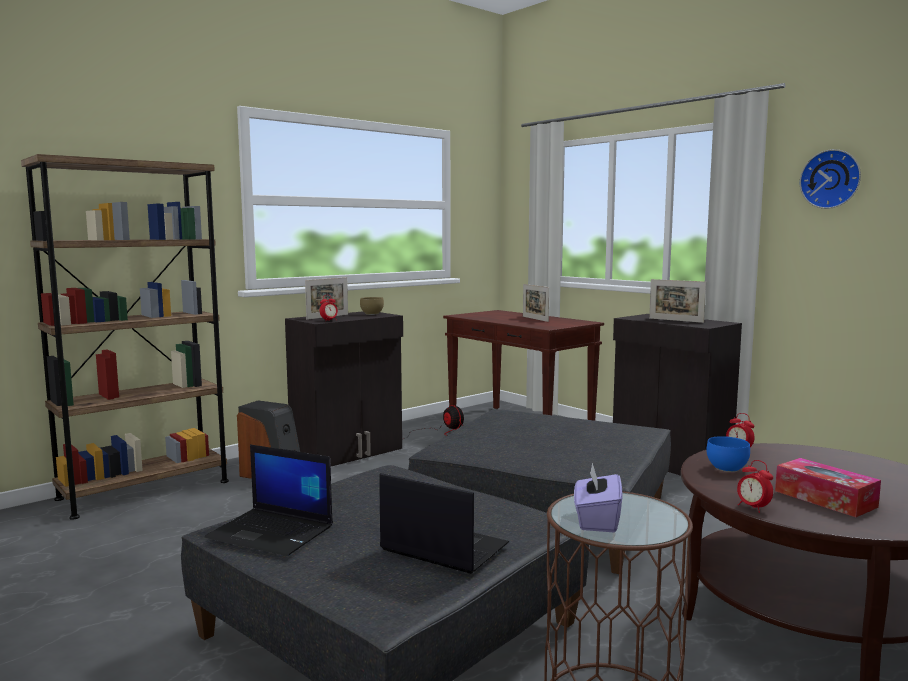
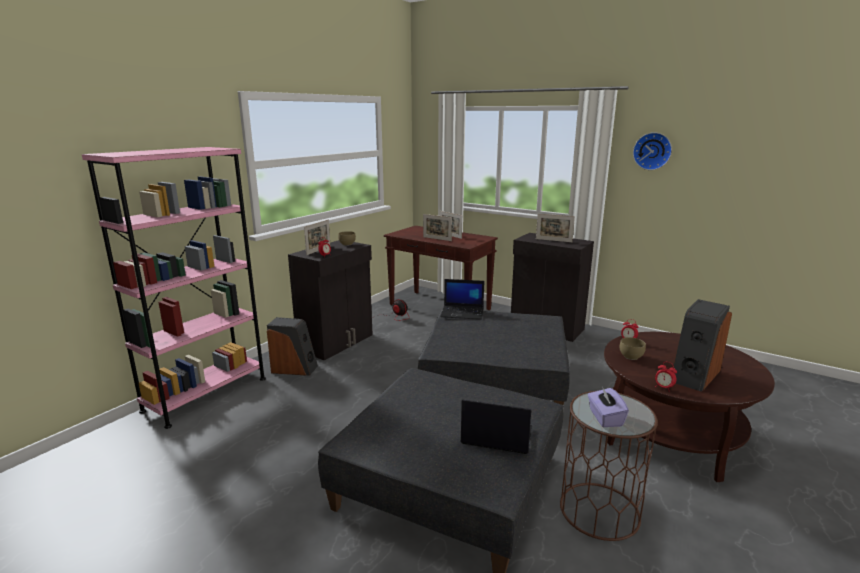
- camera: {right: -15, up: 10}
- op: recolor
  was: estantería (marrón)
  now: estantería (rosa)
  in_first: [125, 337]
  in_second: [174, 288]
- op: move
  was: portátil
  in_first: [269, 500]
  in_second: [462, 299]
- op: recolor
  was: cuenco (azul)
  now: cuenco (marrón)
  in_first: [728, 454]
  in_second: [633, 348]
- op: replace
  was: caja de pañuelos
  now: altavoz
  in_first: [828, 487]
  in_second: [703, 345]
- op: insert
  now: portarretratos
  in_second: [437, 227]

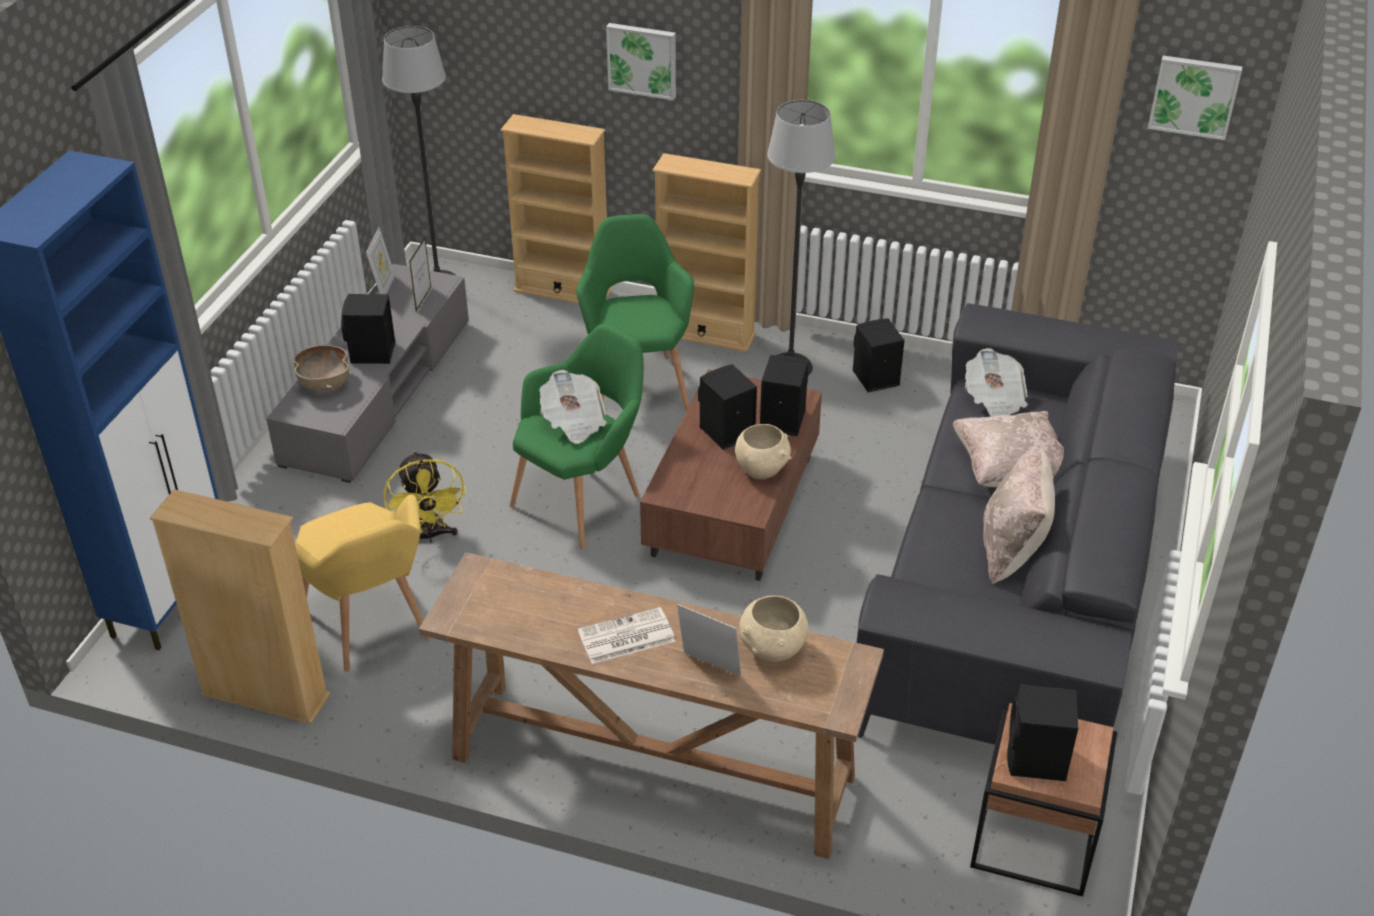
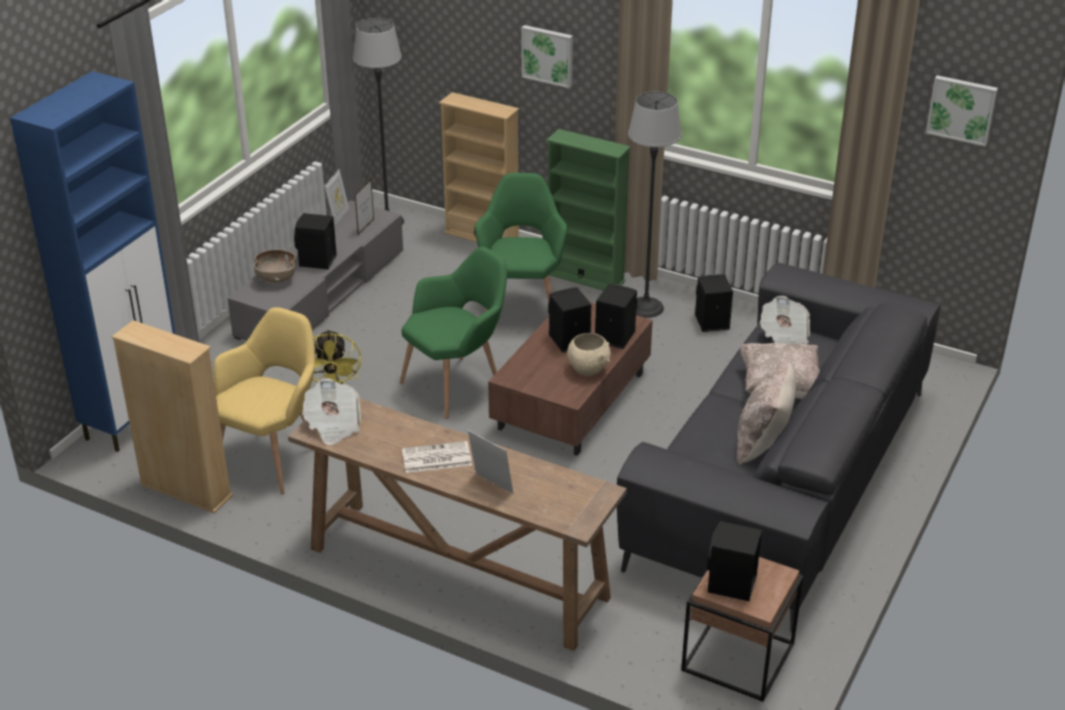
- camera: {right: 10, up: -5}
- op: rotate
  was: sillón (amarillo)
  in_first: [362, 583]
  in_second: [264, 401]
  clockwise: -135
- op: move
  was: periódico
  in_first: [573, 407]
  in_second: [331, 412]
- op: recolor
  was: estantería (beis)
  now: estantería (verde)
  in_first: [707, 252]
  in_second: [588, 210]
- op: delete
  was: cuenco (beis)
  in_first: [773, 628]

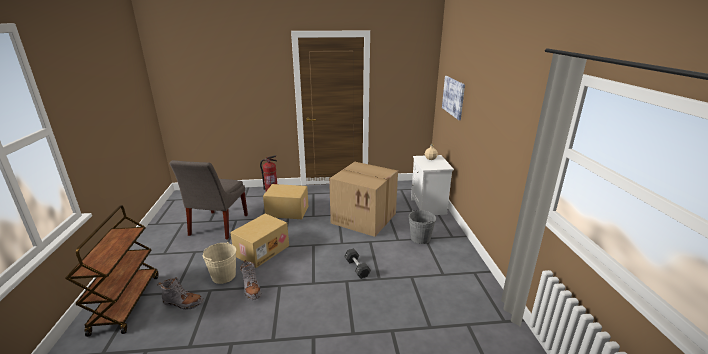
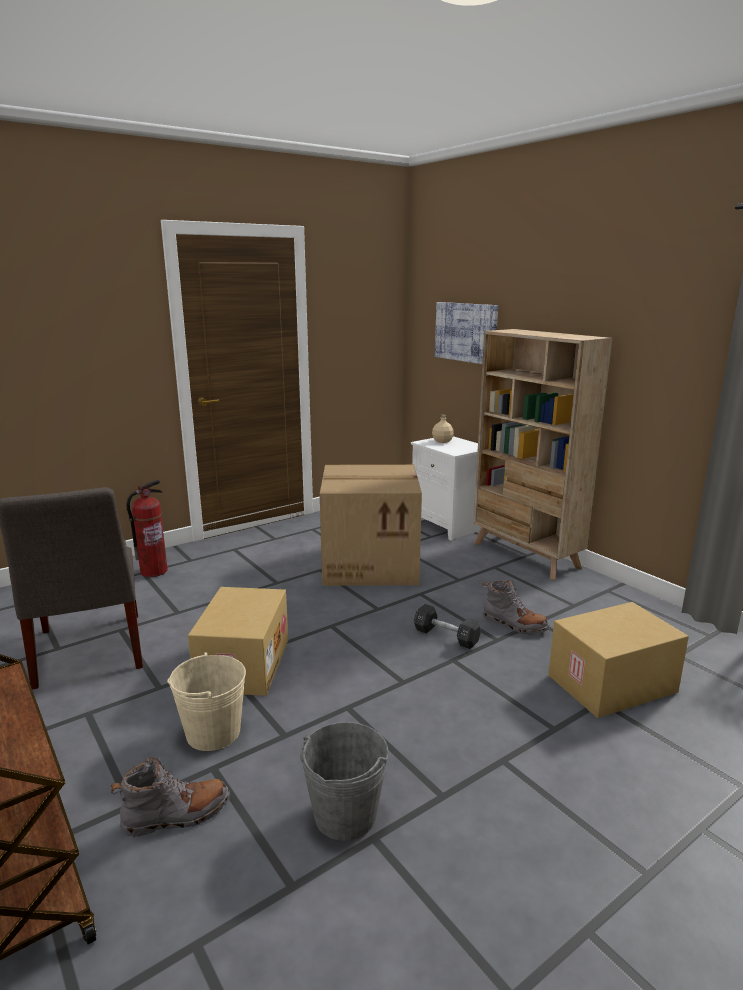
- camera: {right: -30, up: -5}
- op: move
  was: bota (gris)
  in_first: [251, 280]
  in_second: [516, 607]
- op: move
  was: caja de cartón
  in_first: [285, 201]
  in_second: [618, 660]
- op: move
  was: cubo (gris)
  in_first: [422, 227]
  in_second: [344, 781]
- op: insert
  now: estantería (beis)
  in_second: [543, 454]

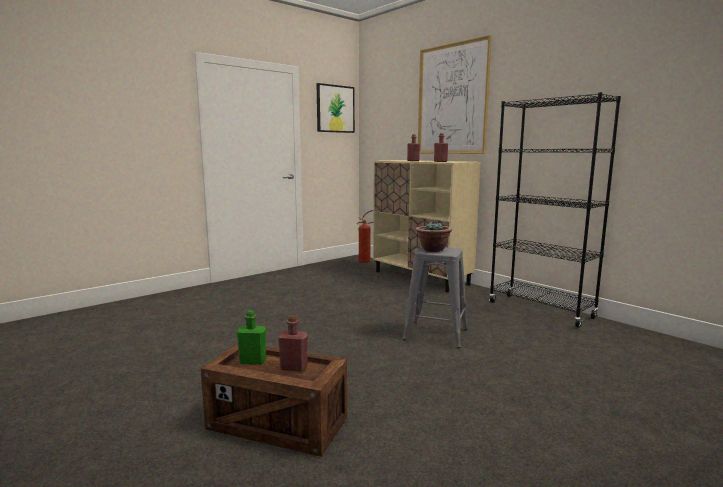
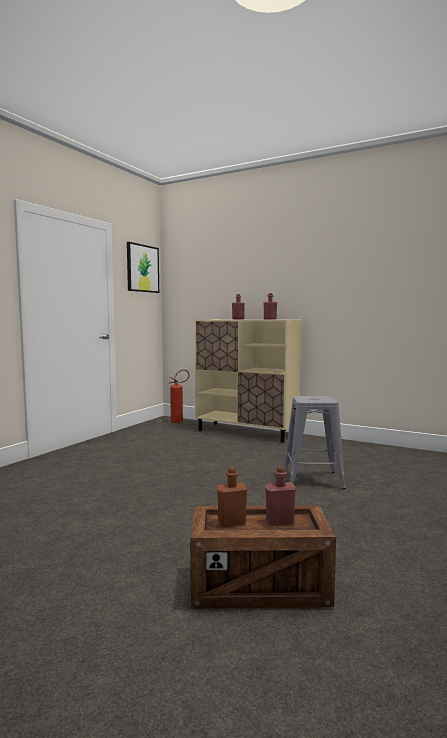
- camera: {right: -20, up: -5}
- op: recolor
  was: botella (verde)
  now: botella (marrón)
  in_first: [251, 337]
  in_second: [232, 497]
- op: delete
  was: planta en maceta
  in_first: [434, 236]
- op: delete
  was: cuadro
  in_first: [455, 94]
- op: delete
  was: estantería (negro)
  in_first: [555, 210]

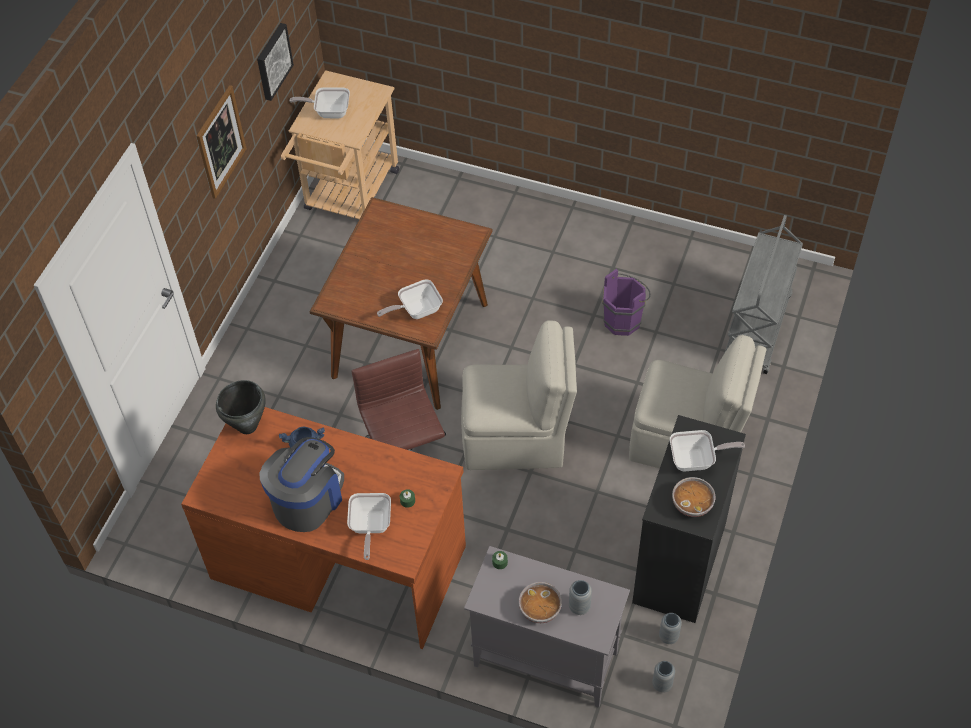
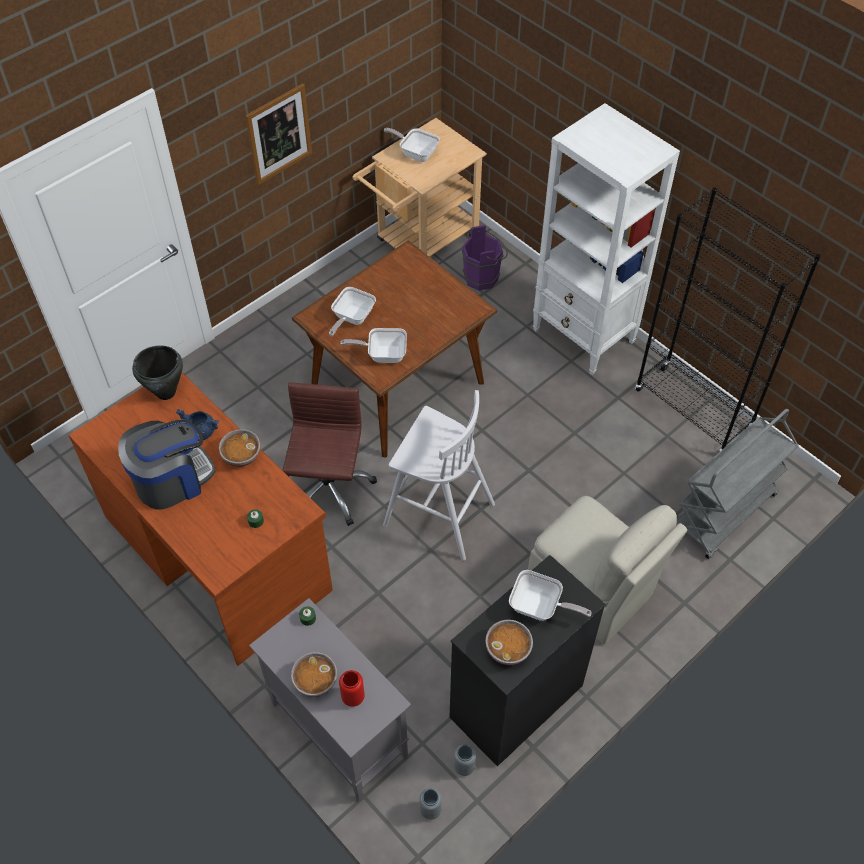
- camera: {right: 25, up: 0}
- op: delete
  was: cuadro
  in_first: [275, 62]
- op: move
  was: sartén
  in_first: [369, 526]
  in_second: [352, 311]
- op: replace
  was: silla (beis)
  now: taburete (blanco)
  in_first: [519, 395]
  in_second: [439, 475]
- op: recolor
  was: florero (gris)
  now: florero (rojo)
  in_first: [580, 597]
  in_second: [352, 688]
- op: move
  was: cubo (morado)
  in_first: [627, 302]
  in_second: [485, 258]
- op: insert
  now: cuenco
  in_second: [239, 448]
- op: insert
  now: estantería (blanco)
  in_second: [606, 239]
- op: insert
  now: estantería (negro)
  in_second: [728, 319]

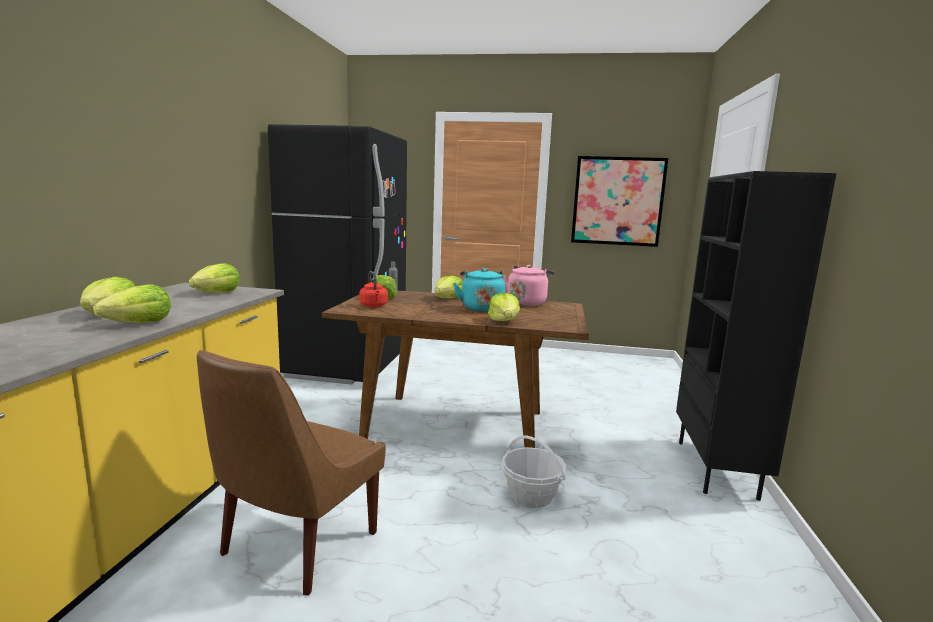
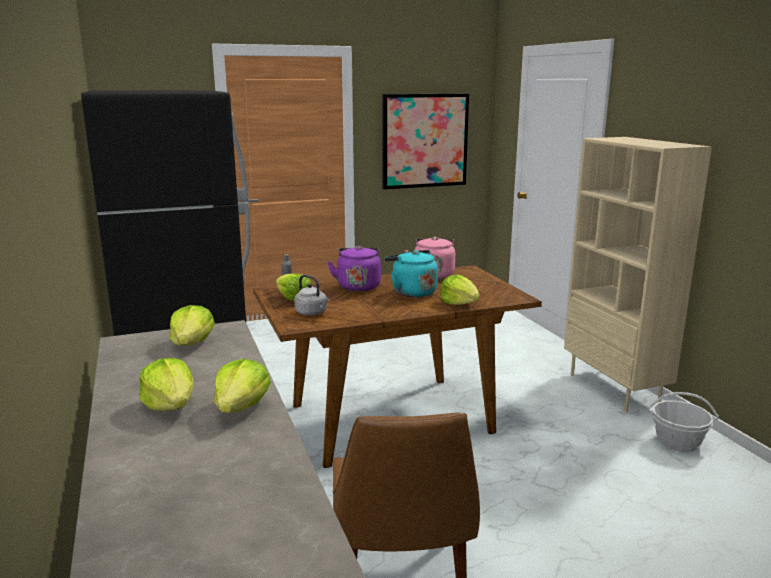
- camera: {right: -30, up: 5}
- op: recolor
  was: hervidor (rojo)
  now: hervidor (gris)
  in_first: [373, 289]
  in_second: [311, 295]
- op: replace
  was: lechuga
  now: hervidor (morado)
  in_first: [449, 286]
  in_second: [354, 268]
- op: move
  was: cesta
  in_first: [534, 471]
  in_second: [683, 422]
- op: recolor
  was: estantería (negro)
  now: estantería (beis)
  in_first: [756, 336]
  in_second: [638, 274]

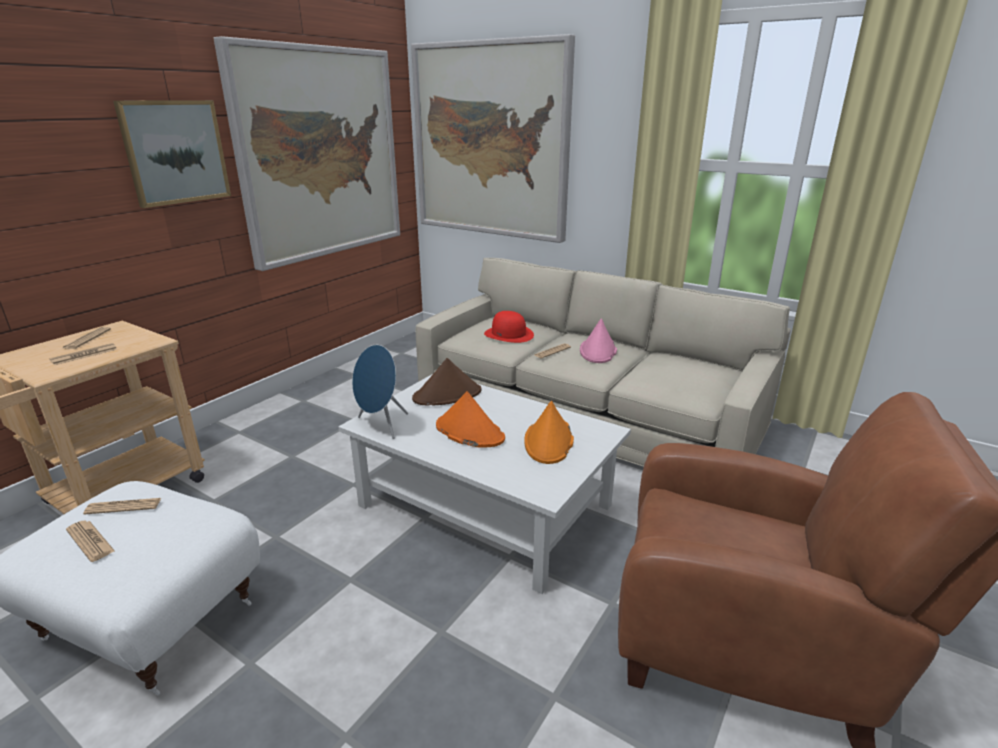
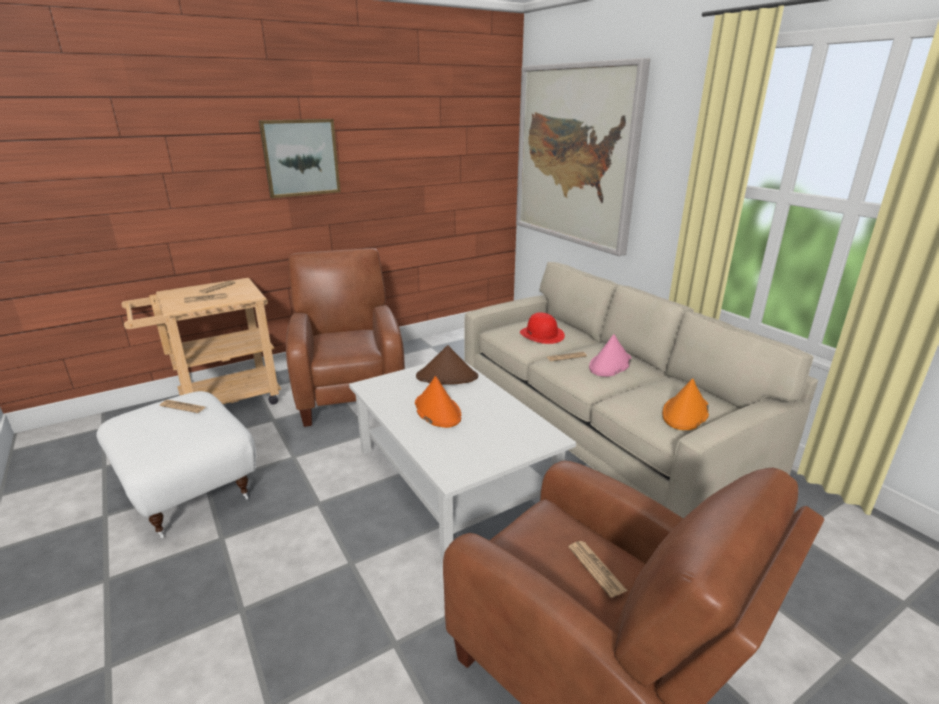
- camera: {right: 25, up: 0}
- op: move
  was: periódico
  in_first: [90, 541]
  in_second: [597, 569]
- op: delete
  was: cuadro
  in_first: [306, 153]
- op: delete
  was: altavoz (azul)
  in_first: [380, 392]
- op: move
  was: sombrero (naranja)
  in_first: [549, 432]
  in_second: [685, 404]
- op: insert
  now: sillón (marrón)
  in_second: [345, 337]

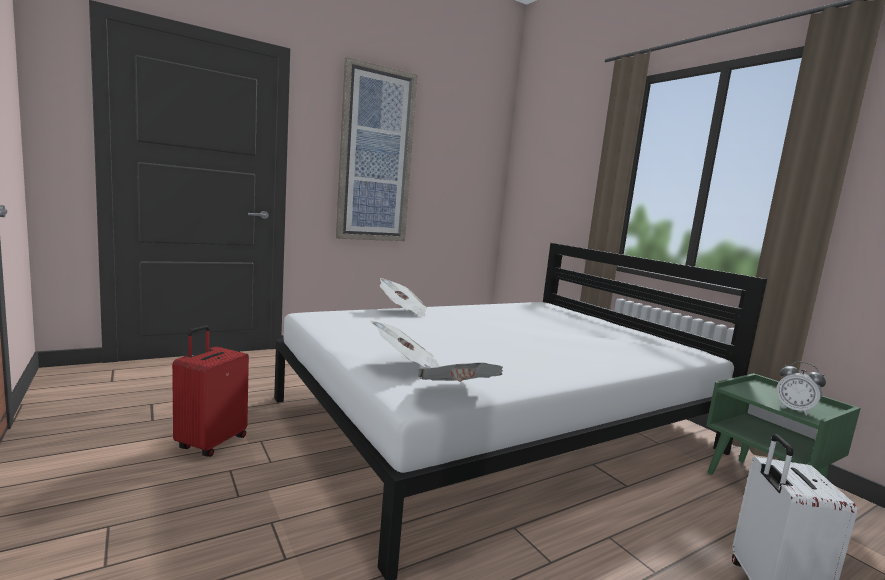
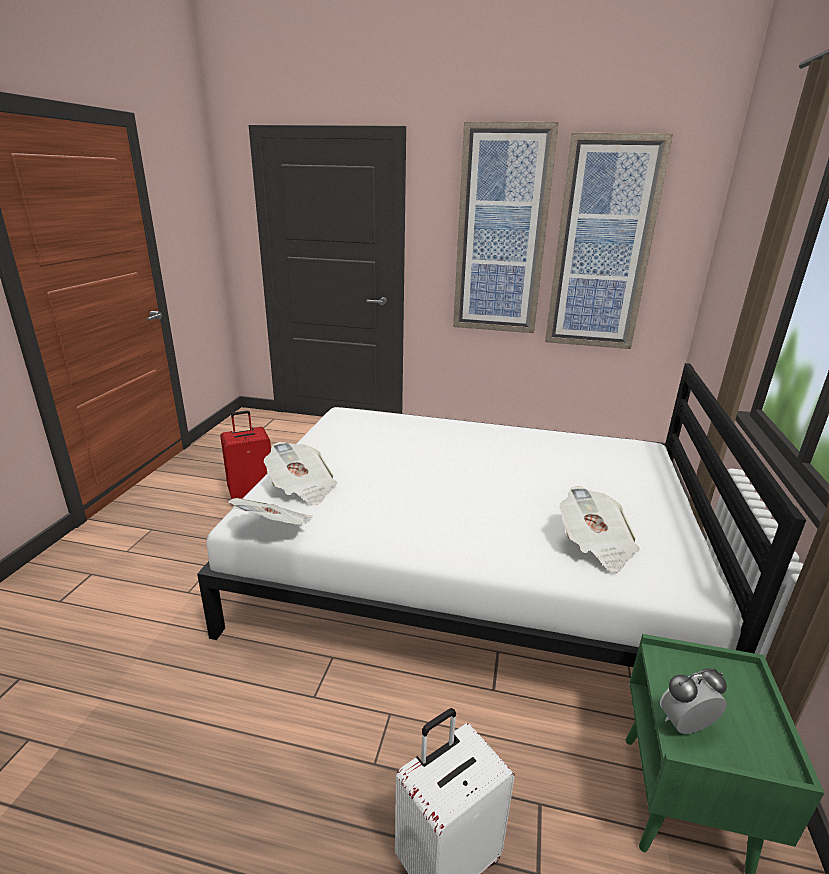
- camera: {right: 45, up: 15}
- op: move
  was: periódico
  in_first: [403, 297]
  in_second: [599, 529]
- op: rotate
  was: despertador
  in_first: [801, 388]
  in_second: [693, 701]
  clockwise: 75
- op: insert
  now: cuadro
  in_second: [609, 241]

